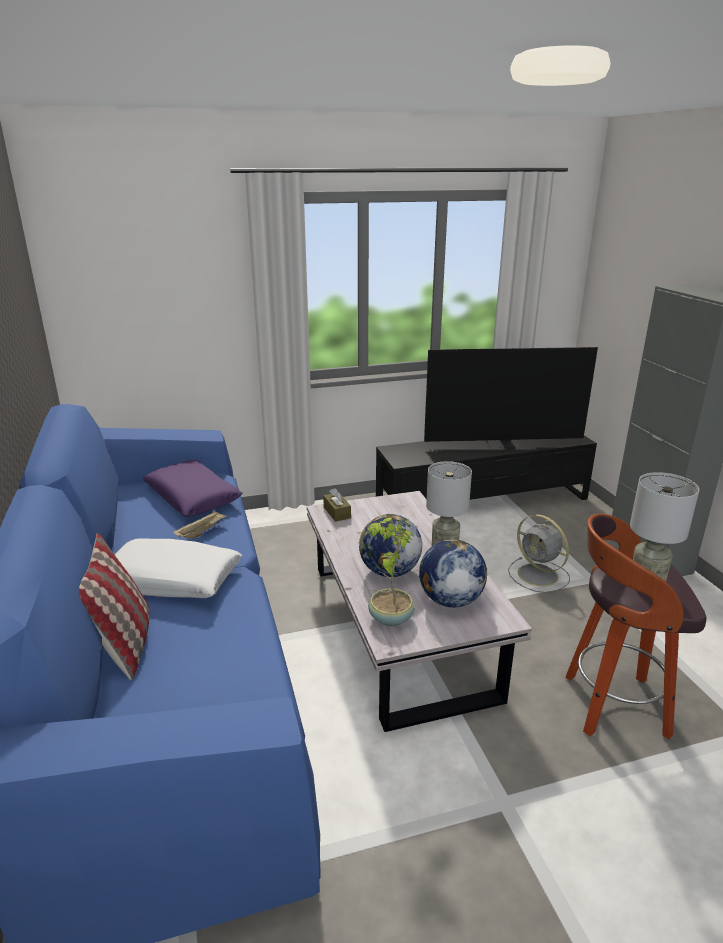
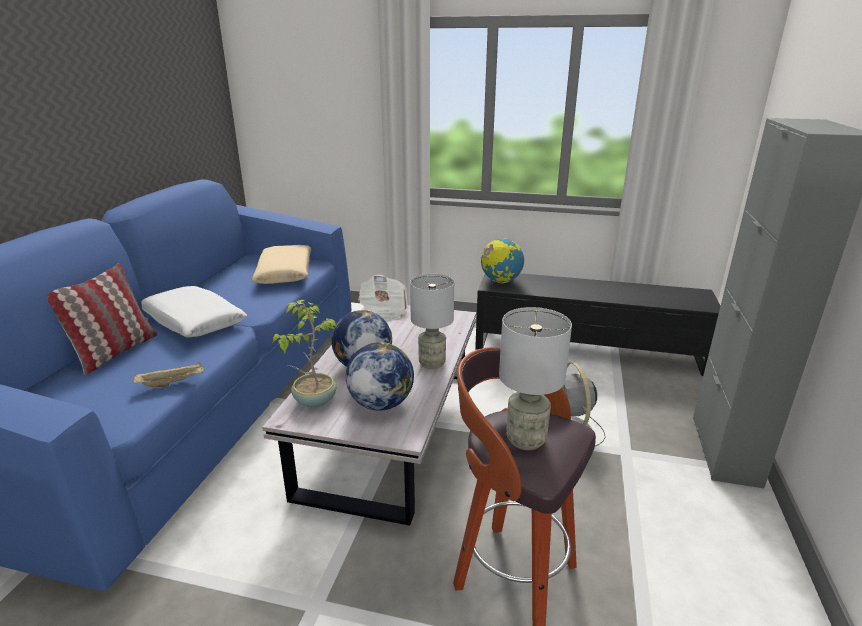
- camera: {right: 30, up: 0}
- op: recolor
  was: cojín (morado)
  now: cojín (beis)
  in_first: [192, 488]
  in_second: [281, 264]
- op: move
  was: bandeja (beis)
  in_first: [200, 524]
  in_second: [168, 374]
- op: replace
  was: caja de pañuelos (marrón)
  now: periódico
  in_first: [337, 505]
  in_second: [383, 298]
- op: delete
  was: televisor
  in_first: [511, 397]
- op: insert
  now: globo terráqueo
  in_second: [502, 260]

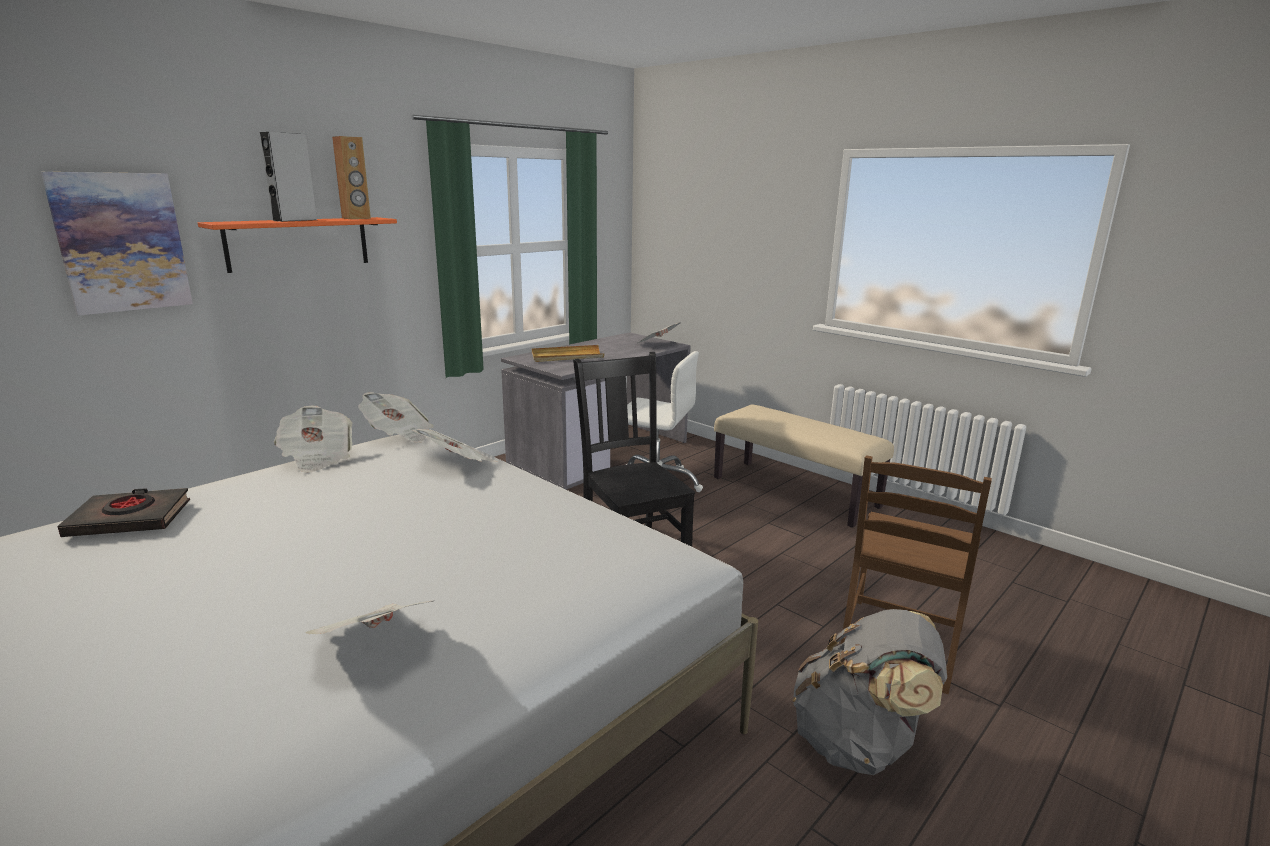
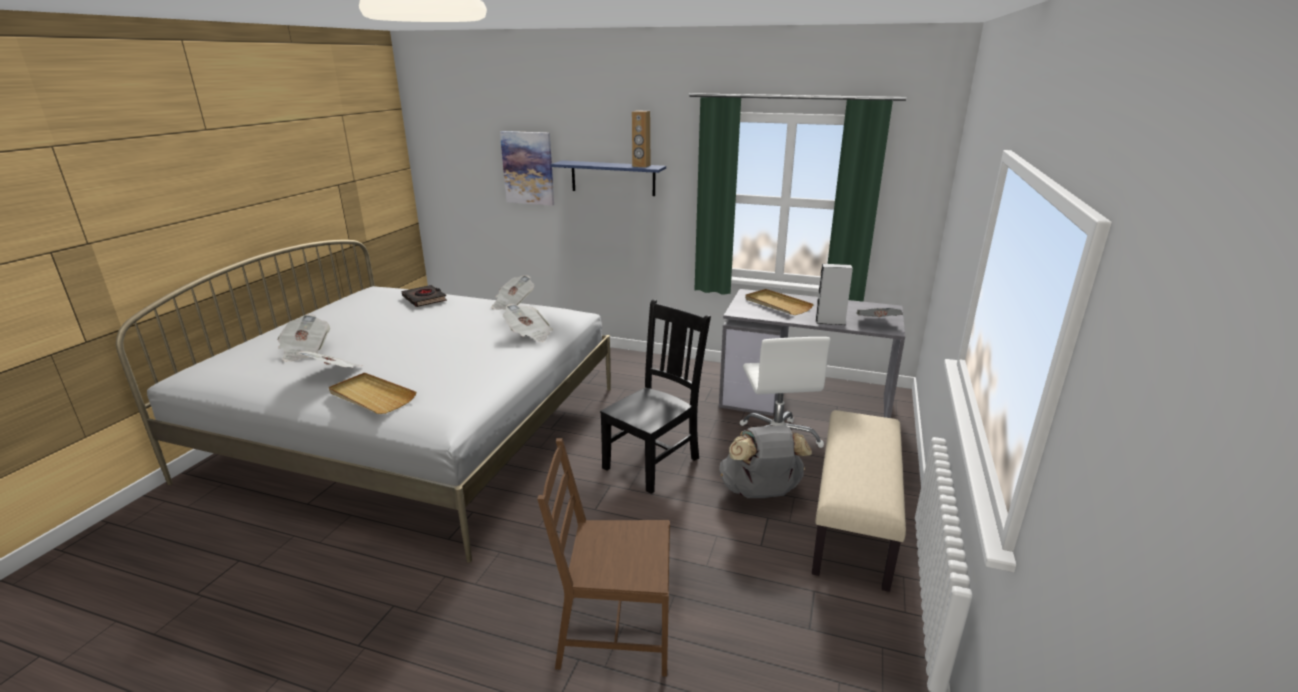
- camera: {right: 65, up: 5}
- op: recolor
  was: estante (naranja)
  now: estante (azul)
  in_first: [297, 245]
  in_second: [608, 178]
- op: move
  was: altavoz (gris)
  in_first: [288, 177]
  in_second: [834, 294]
- op: move
  was: periódico
  in_first: [396, 417]
  in_second: [303, 338]
- op: move
  was: mochila (gris)
  in_first: [870, 692]
  in_second: [765, 461]
- op: insert
  now: bandeja (beis)
  in_second: [372, 393]

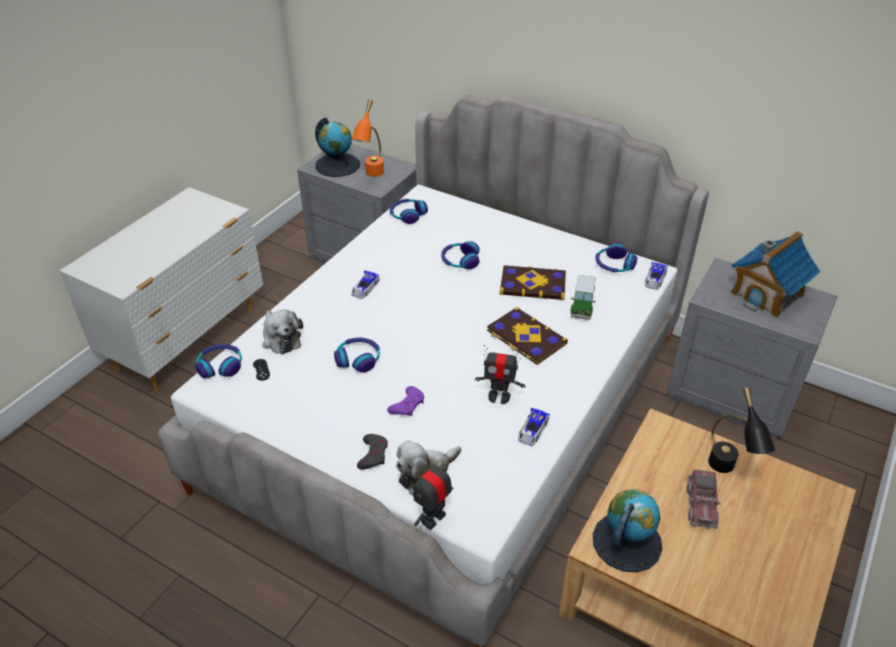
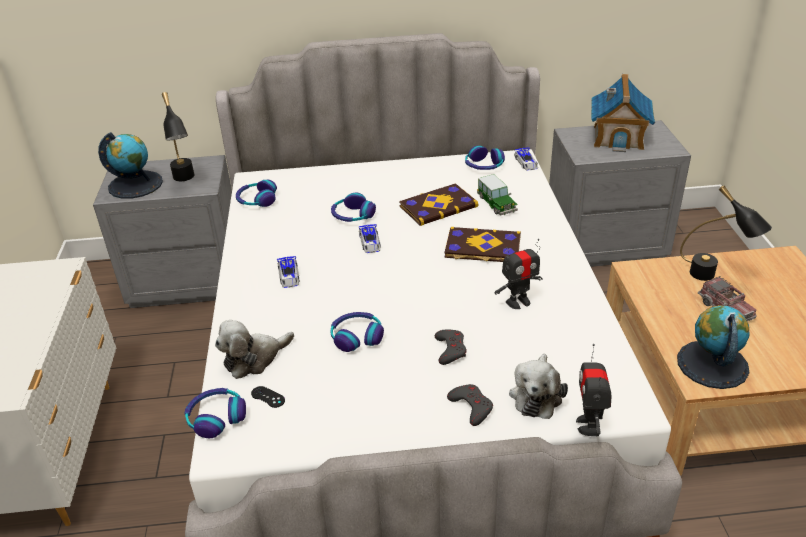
- camera: {right: -35, up: -5}
- op: rotate
  was: peluche
  in_first: [282, 332]
  in_second: [254, 349]
  clockwise: 120
- op: recolor
  was: lámpara de mesa (naranja)
  now: lámpara de mesa (negro)
  in_first: [368, 138]
  in_second: [178, 136]
- op: recolor
  was: mando de consola (morado)
  now: mando de consola (gris)
  in_first: [405, 401]
  in_second: [451, 347]
- op: move
  was: coche de juguete
  in_first: [534, 426]
  in_second: [369, 238]

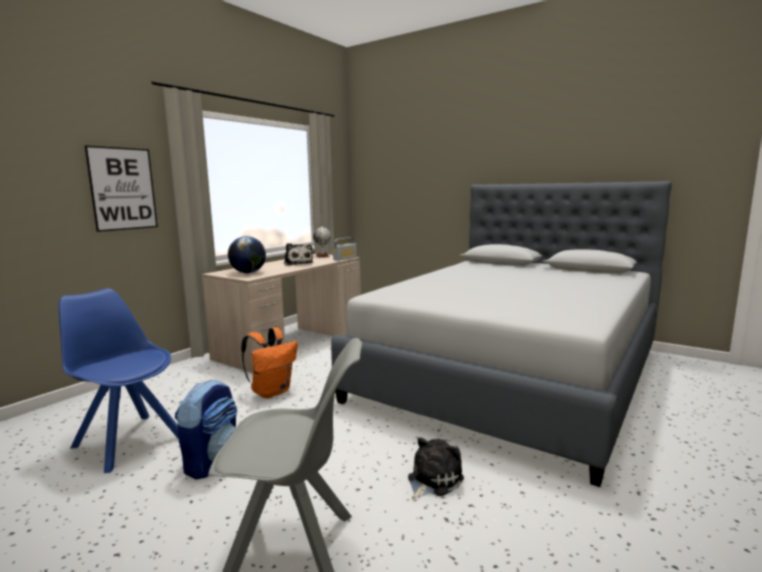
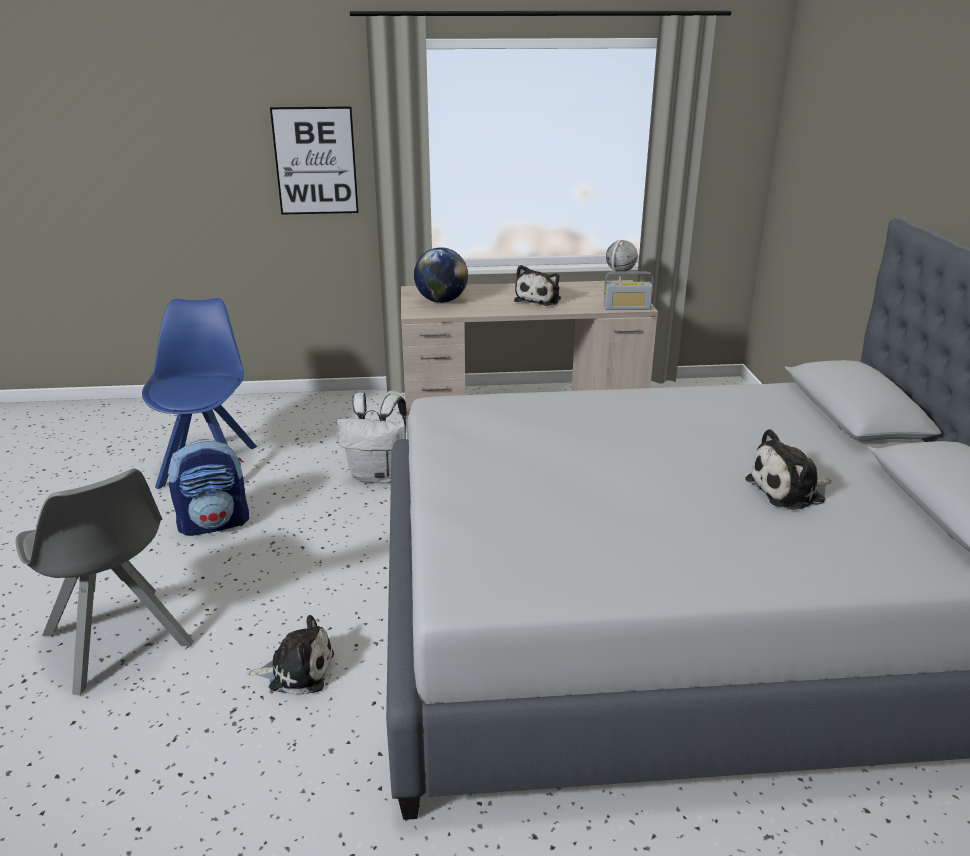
- camera: {right: 50, up: 15}
- op: recolor
  was: mochila (naranja)
  now: mochila (blanco)
  in_first: [269, 362]
  in_second: [372, 438]
- op: insert
  now: peluche
  in_second: [788, 469]

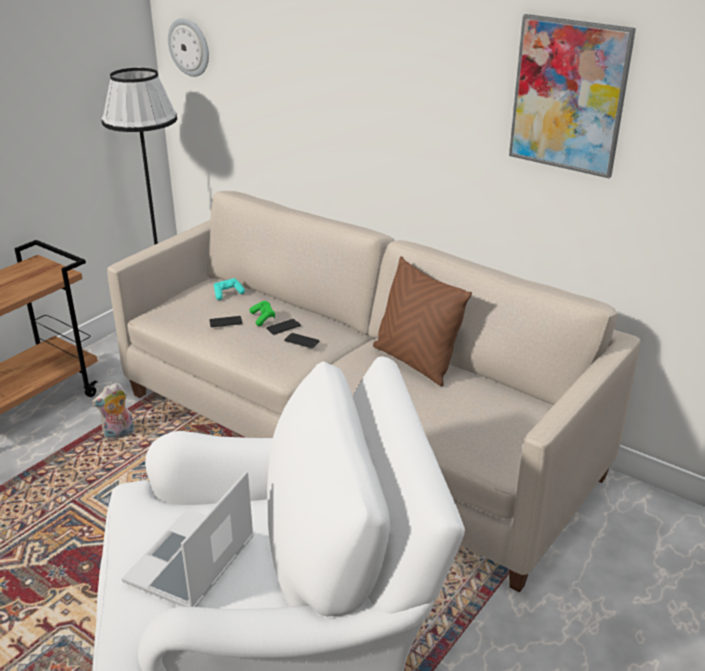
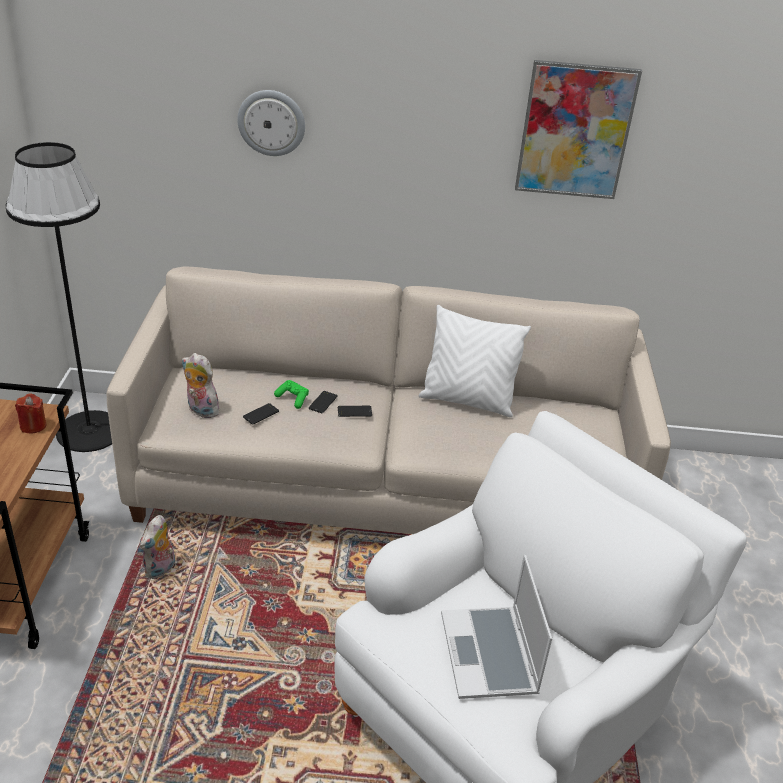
- camera: {right: -35, up: 5}
- op: move
  was: reloj de pared
  in_first: [188, 47]
  in_second: [271, 123]
- op: delete
  was: mando de consola (turquesa)
  in_first: [229, 289]
- op: recolor
  was: cojín (marrón)
  now: cojín (blanco)
  in_first: [422, 321]
  in_second: [474, 361]
- op: insert
  now: vela (rojo)
  in_second: [30, 413]
- op: insert
  now: peluche
  in_second: [200, 385]

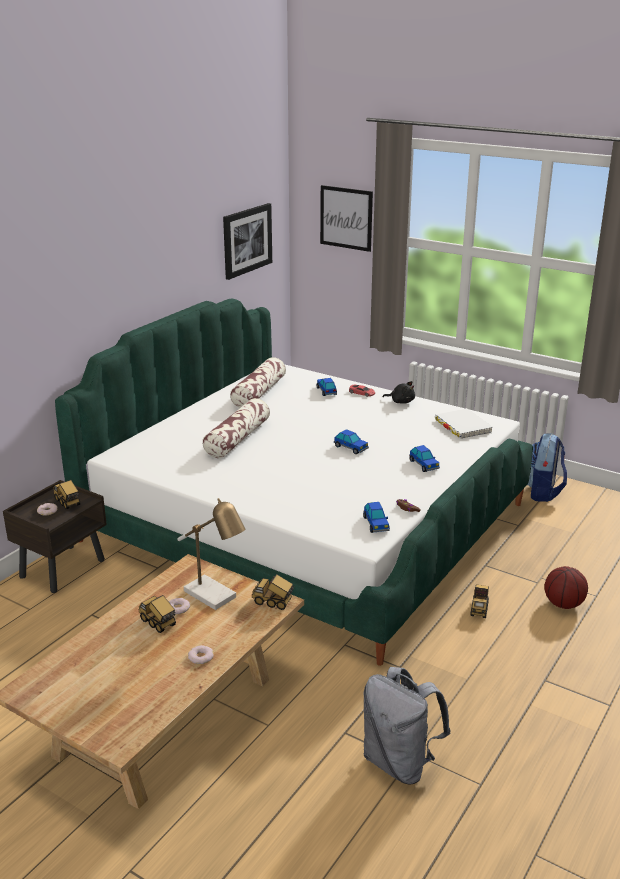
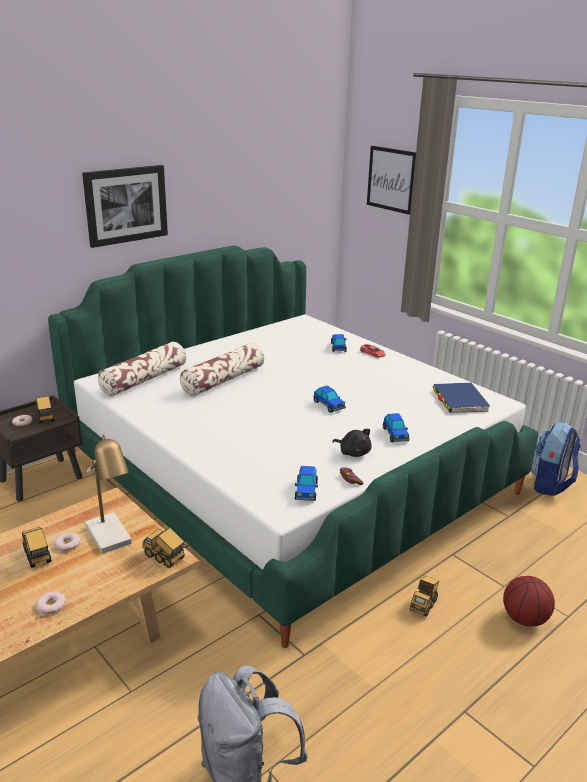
- camera: {right: 15, up: 0}
- op: move
  was: cuadro
  in_first: [247, 241]
  in_second: [125, 206]
- op: move
  was: cojín
  in_first: [258, 382]
  in_second: [142, 369]
- op: move
  was: peluche (negro)
  in_first: [399, 392]
  in_second: [352, 443]
- op: recolor
  was: libro (blanco)
  now: libro (azul)
  in_first: [464, 423]
  in_second: [461, 397]

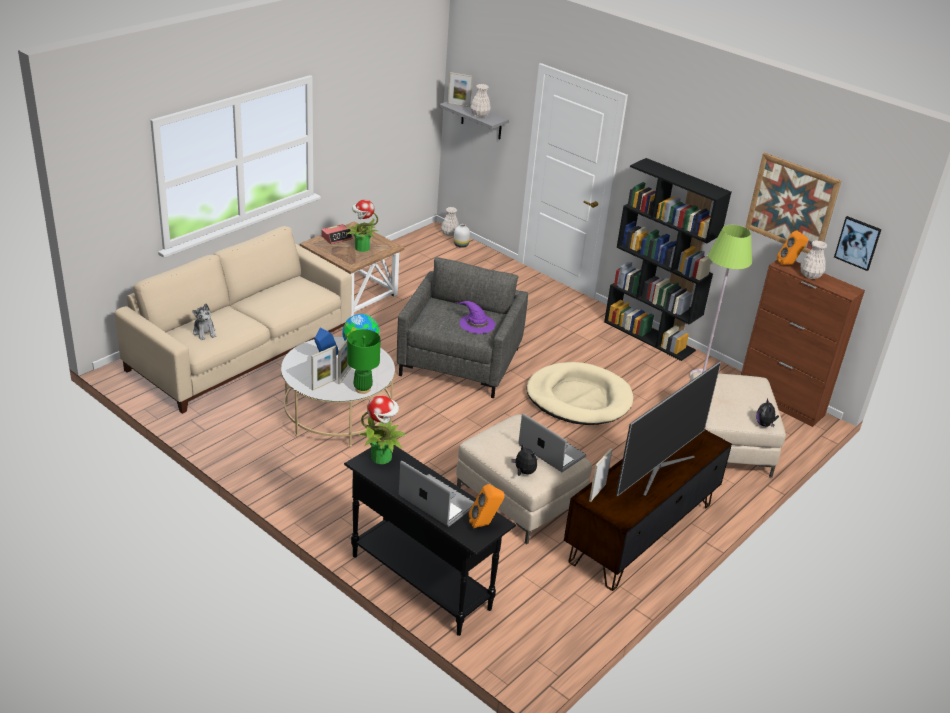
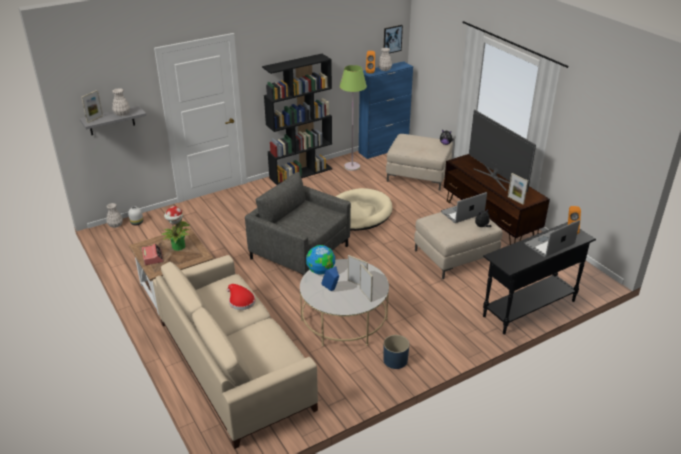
- camera: {right: -70, up: 0}
- op: delete
  was: peluche
  in_first: [204, 321]
- op: delete
  was: lámpara de mesa (verde)
  in_first: [364, 361]
- op: delete
  was: planta en maceta
  in_first: [382, 429]
- op: delete
  was: sombrero (morado)
  in_first: [475, 317]
- op: recolor
  was: armario (marrón)
  now: armario (azul)
  in_first: [803, 343]
  in_second: [386, 110]
- op: delete
  was: cuadro
  in_first: [793, 203]
- op: insert
  now: sombrero (rojo)
  in_second: [241, 297]
- op: insert
  now: maceta (azul)
  in_second: [396, 352]

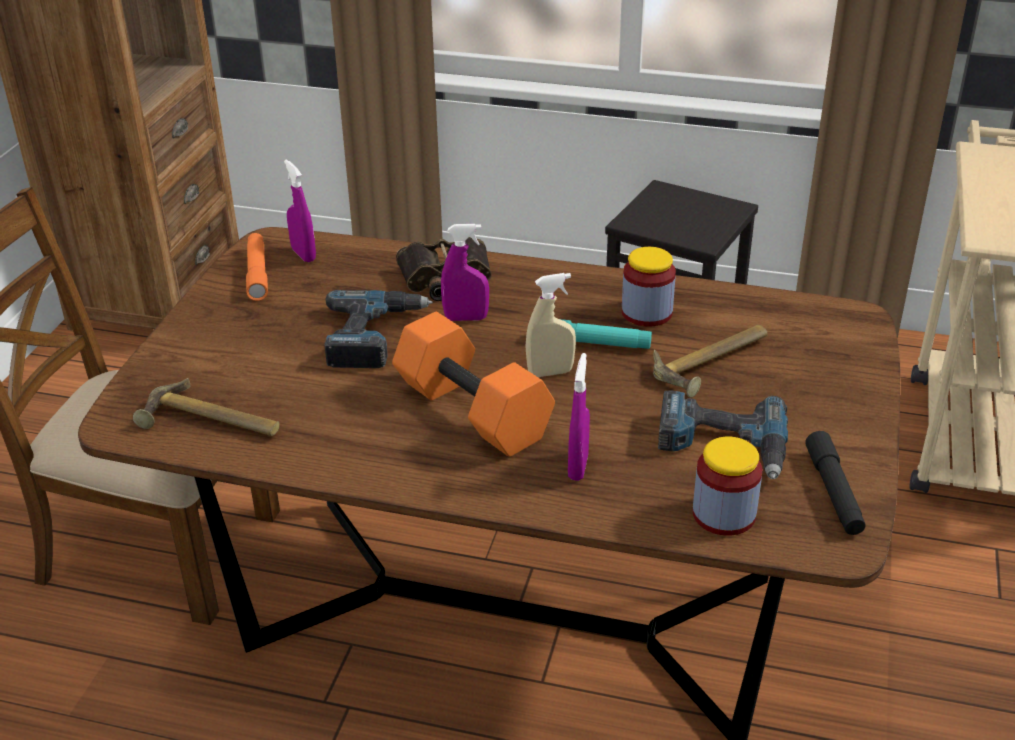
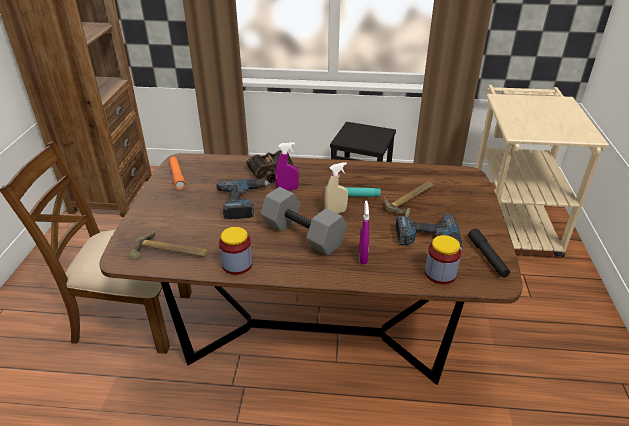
- camera: {right: -10, up: 0}
- op: delete
  was: pulverizador (morado)
  in_first: [300, 211]
- op: recolor
  was: mancuerna (naranja)
  now: mancuerna (gris)
  in_first: [473, 384]
  in_second: [304, 221]
- op: move
  was: tarro
  in_first: [649, 287]
  in_second: [235, 251]

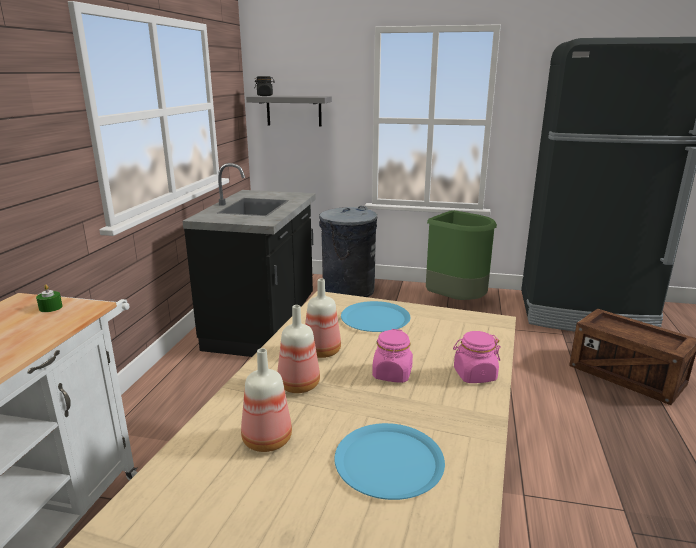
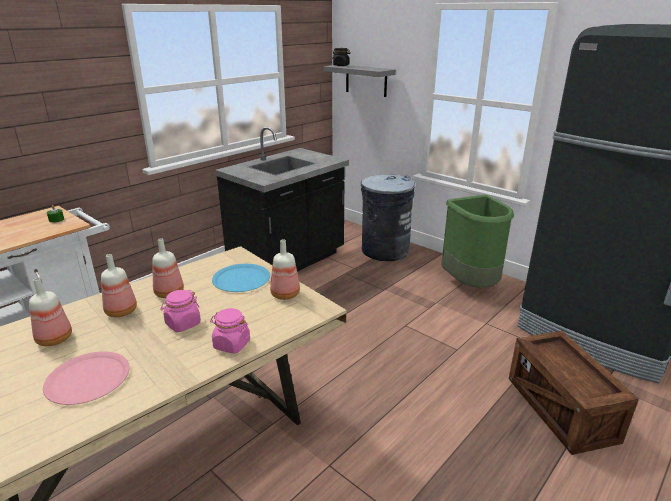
- camera: {right: 30, up: 5}
- op: recolor
  was: plato (azul)
  now: plato (rosa)
  in_first: [389, 461]
  in_second: [86, 378]
- op: insert
  now: botella
  in_second: [285, 269]

